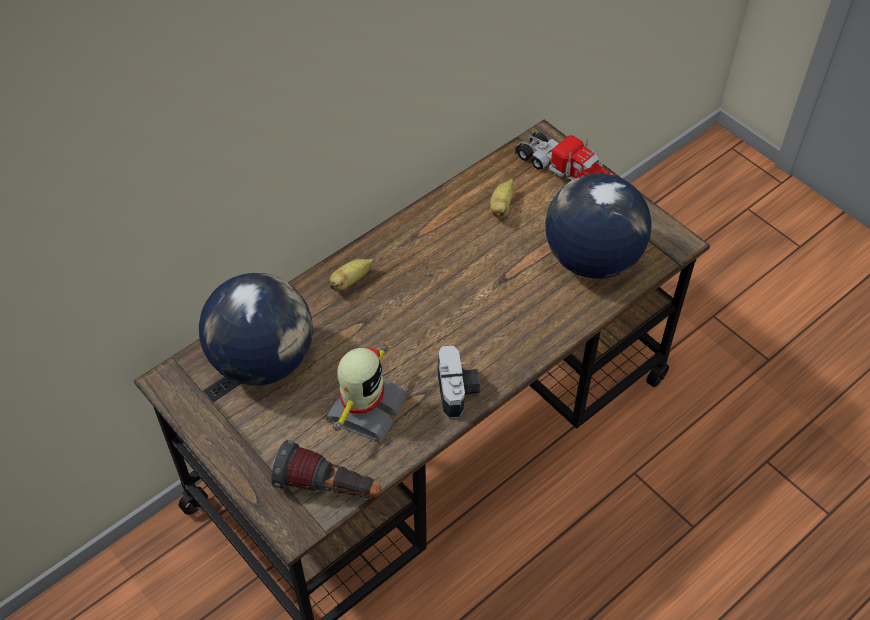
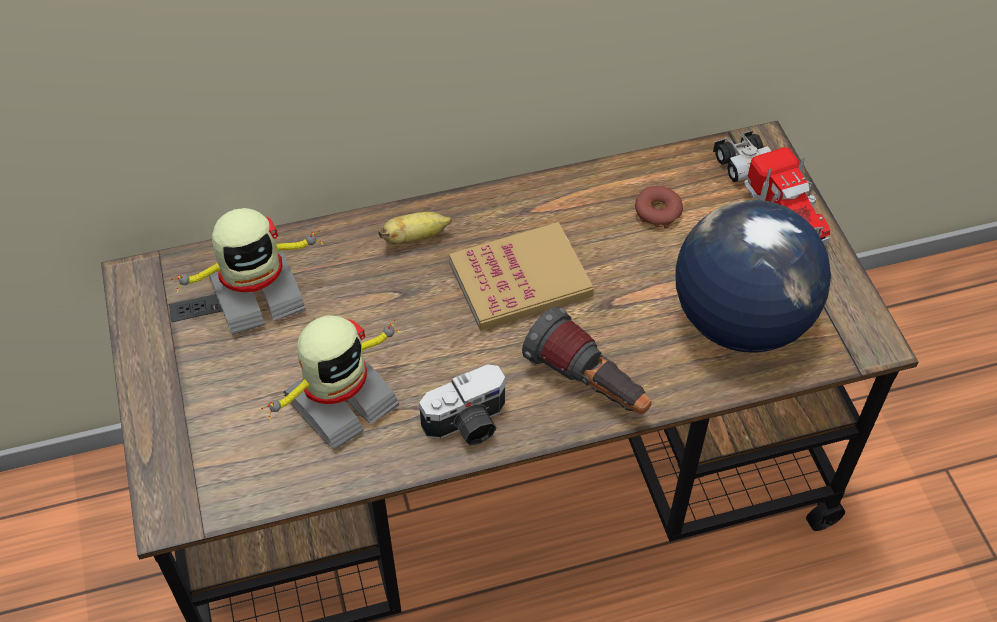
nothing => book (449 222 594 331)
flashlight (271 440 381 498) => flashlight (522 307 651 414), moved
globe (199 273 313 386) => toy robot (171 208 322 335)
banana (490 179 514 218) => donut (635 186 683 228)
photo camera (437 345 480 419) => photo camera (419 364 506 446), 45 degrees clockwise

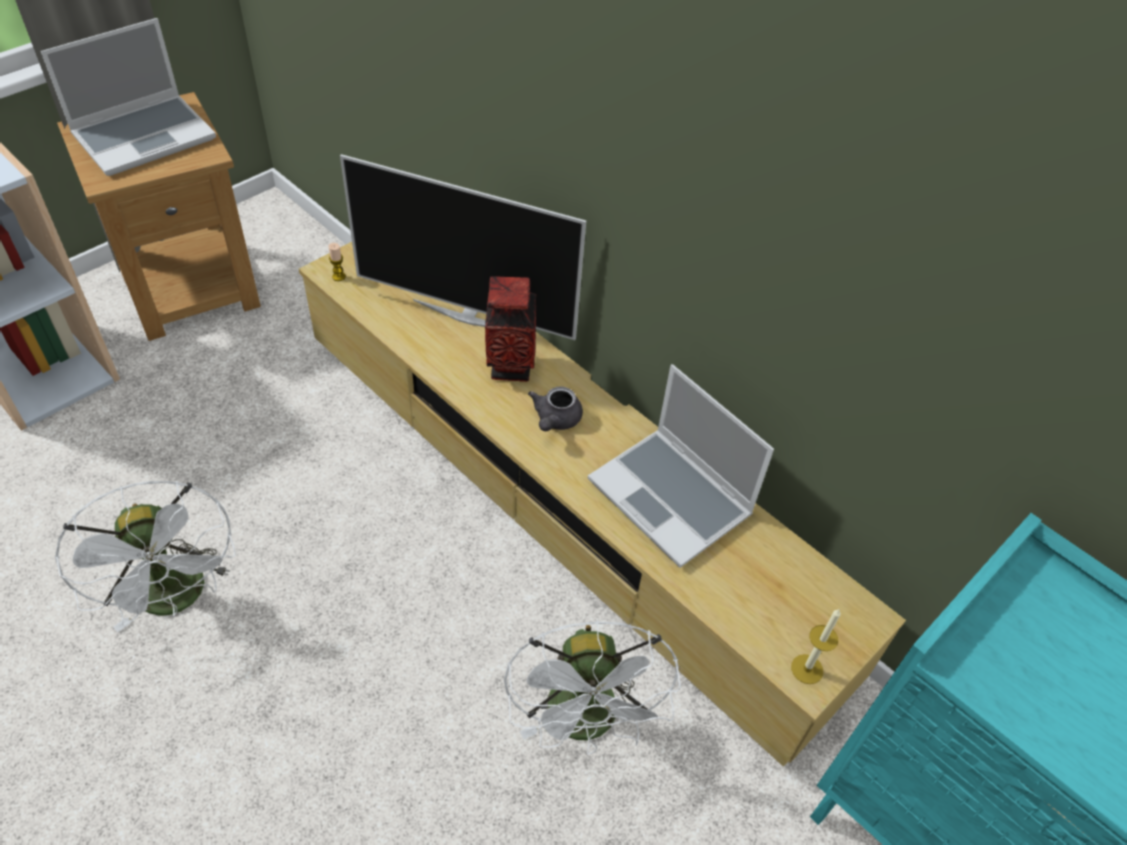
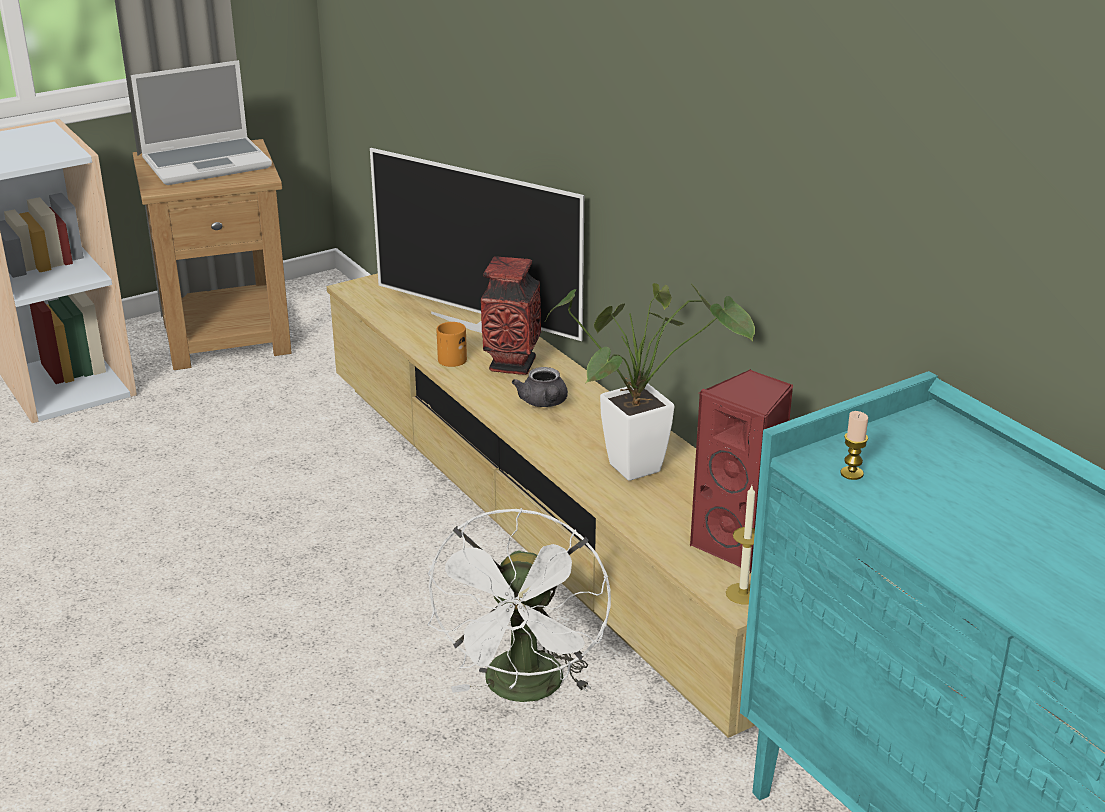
white fan (55 481 236 632) => nothing
nothing => orange mug (437 322 467 367)
nothing => red speaker (690 369 793 573)
candle (329 243 346 281) => candle (840 411 868 480), moved
laptop (588 364 774 568) => potted plant (544 283 755 481)
grey teapot (528 387 583 431) => grey teapot (512 367 568 407), 45 degrees counterclockwise

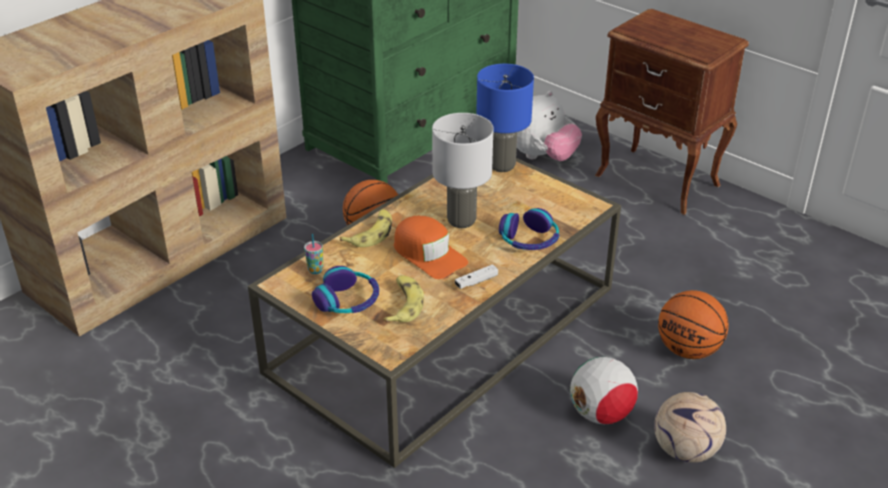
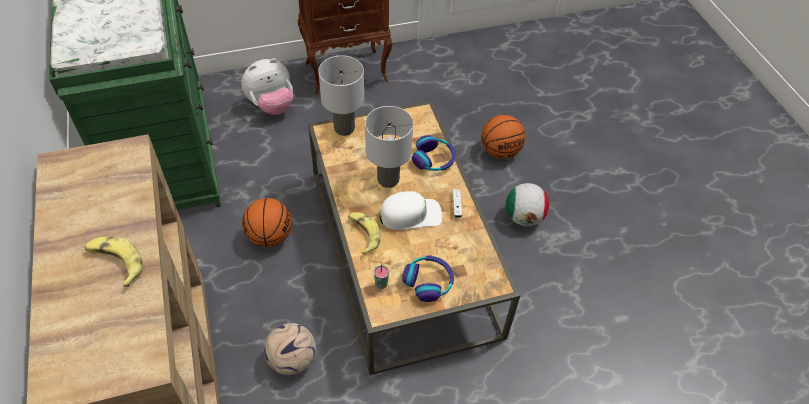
banana (383 275 424 323) => banana (85 237 143 287), moved
football (654 392 726 463) => football (264 323 316 375), moved
orange cap (394 216 468 279) => white cap (379 191 442 230)
blue table lamp (476 64 534 172) => white table lamp (318 55 364 136)
plush toy (517 91 582 161) => plush toy (241 58 293 115), 75 degrees clockwise

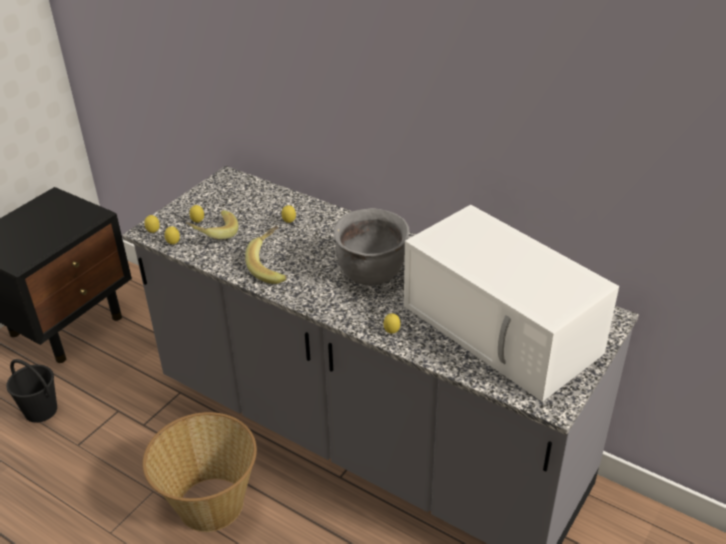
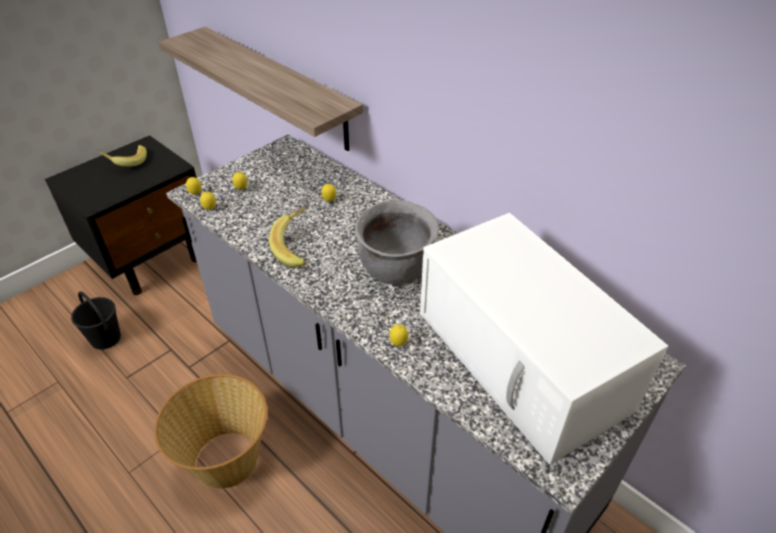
nothing => shelf (158 27 363 151)
banana (186 210 238 239) => banana (97 145 147 167), moved

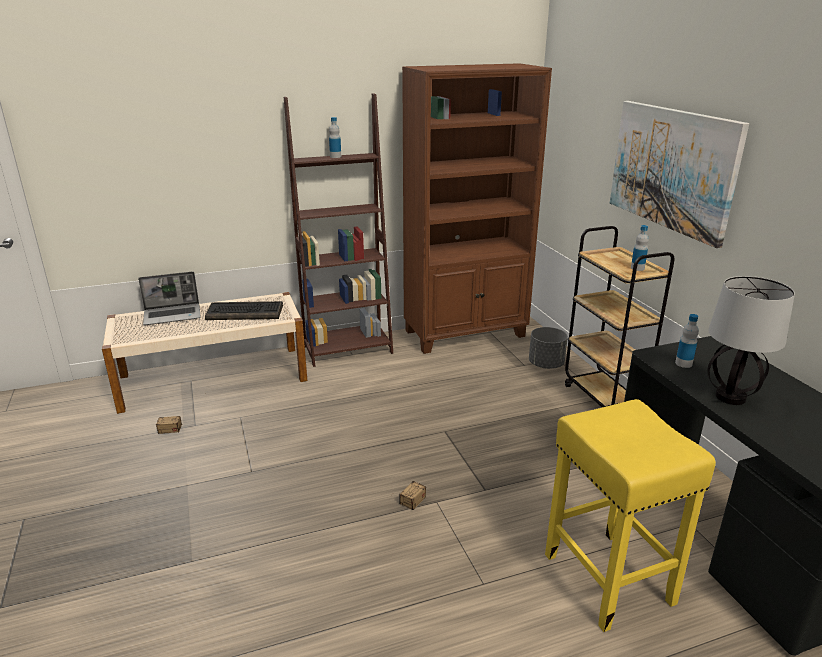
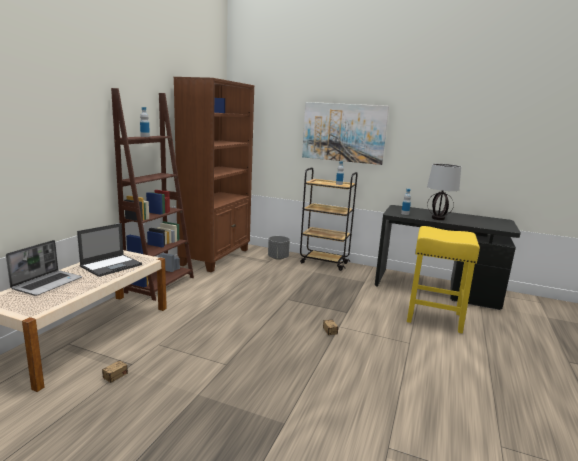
keyboard (205 301 283 320) => laptop (77 223 142 277)

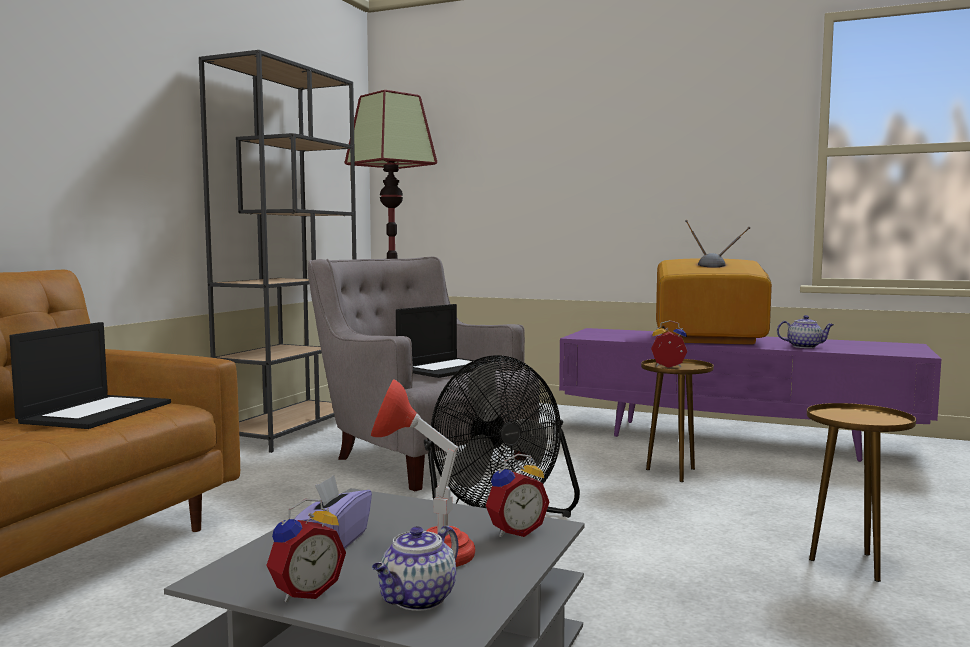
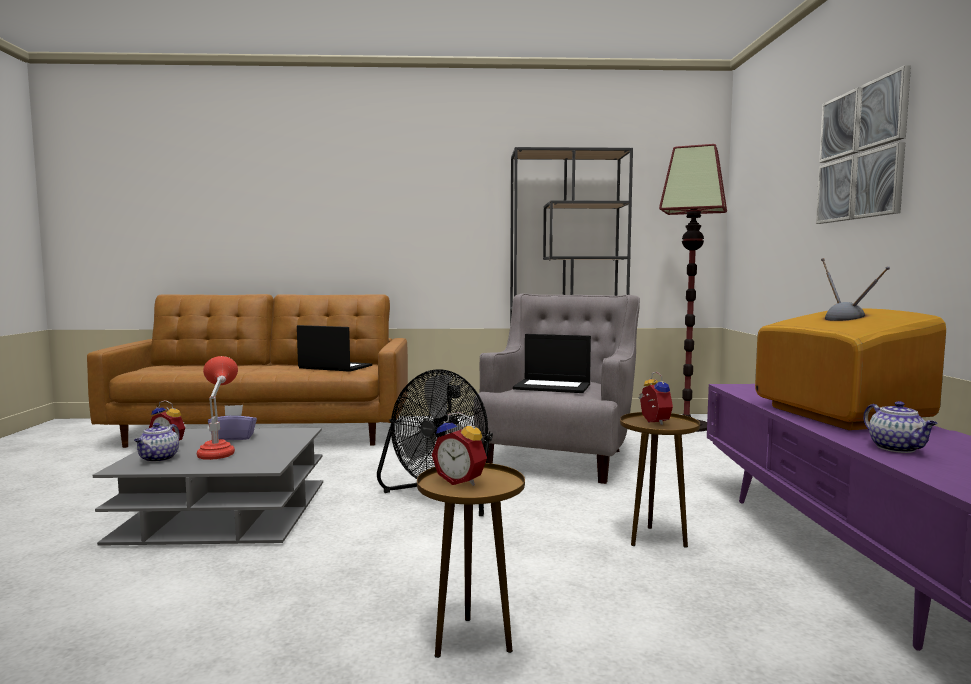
nothing => picture (816 65 911 224)
alarm clock (486 454 549 537) => alarm clock (432 412 487 486), moved
laptop (9 322 171 429) => laptop (297 325 372 372), 150 degrees counterclockwise
teapot (372 526 459 611) => teapot (134 423 180 462), 90 degrees counterclockwise

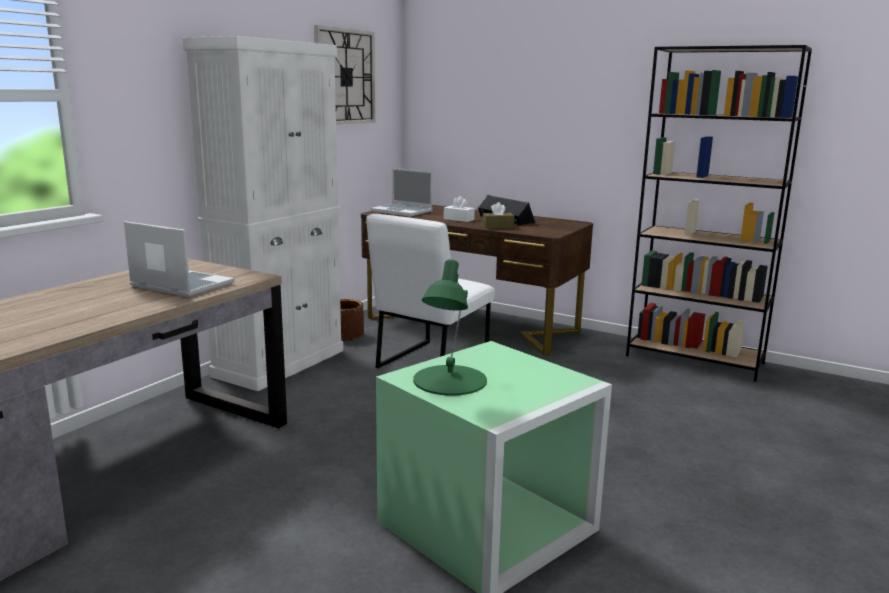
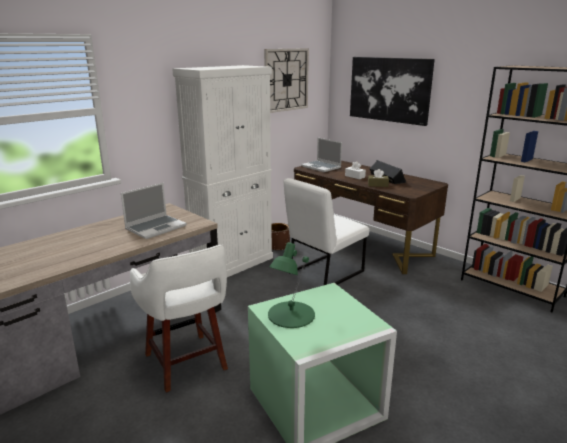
nothing => white stool (130 245 228 393)
nothing => picture (350 57 435 126)
laptop (124 221 234 297) => laptop (121 183 187 239), 90 degrees clockwise

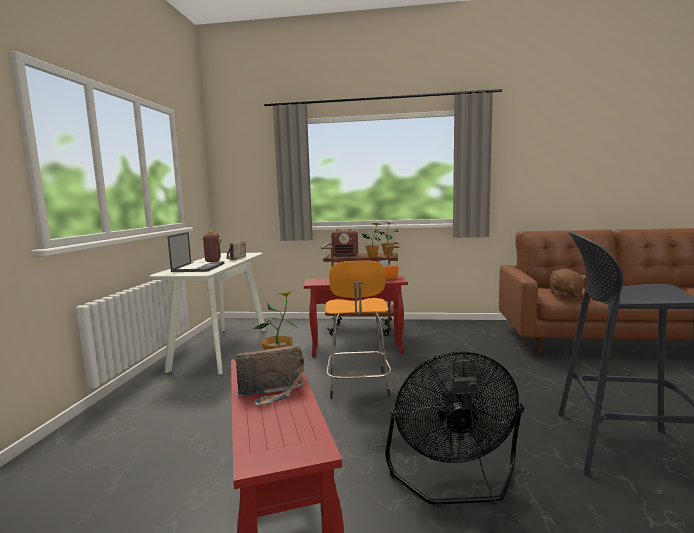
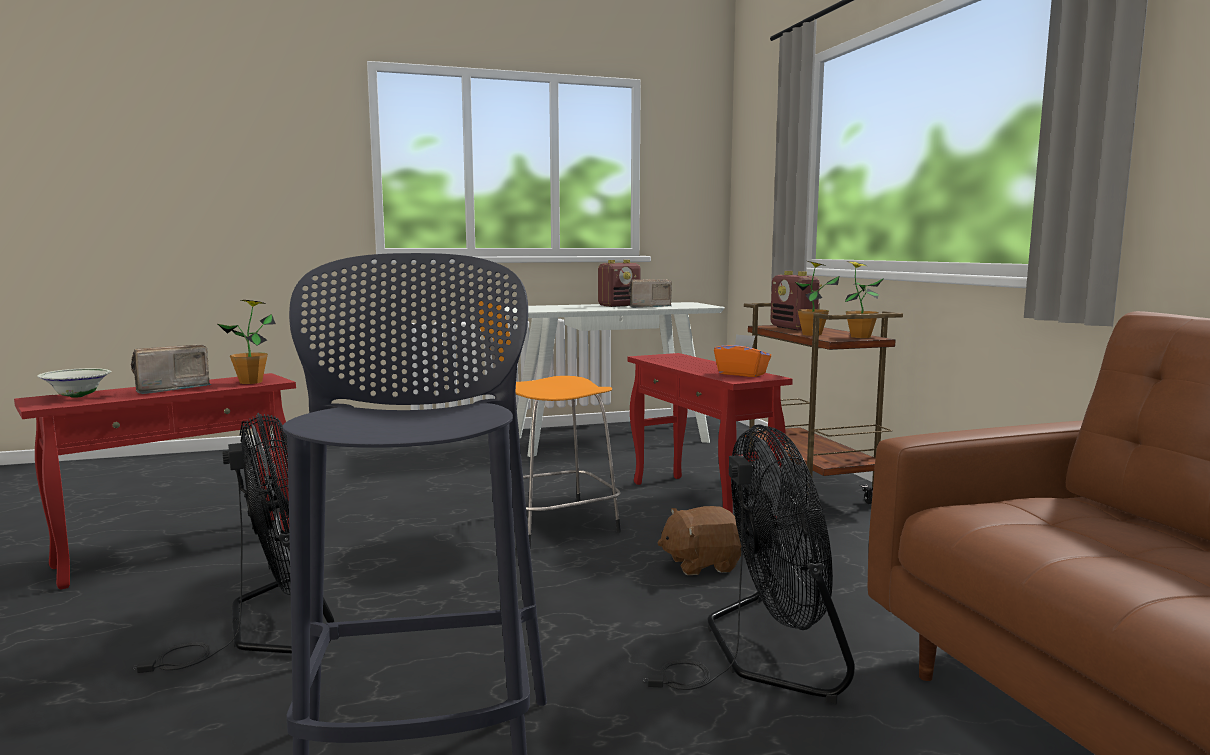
laptop (167 232 224 272) => nothing
nothing => white bowl (37 368 111 398)
nothing => black fan (643 424 855 704)
brown plush toy (549 269 587 298) => brown plush toy (658 506 741 575), moved
radio (235 346 304 405) => radio (131 345 212 394), 90 degrees clockwise

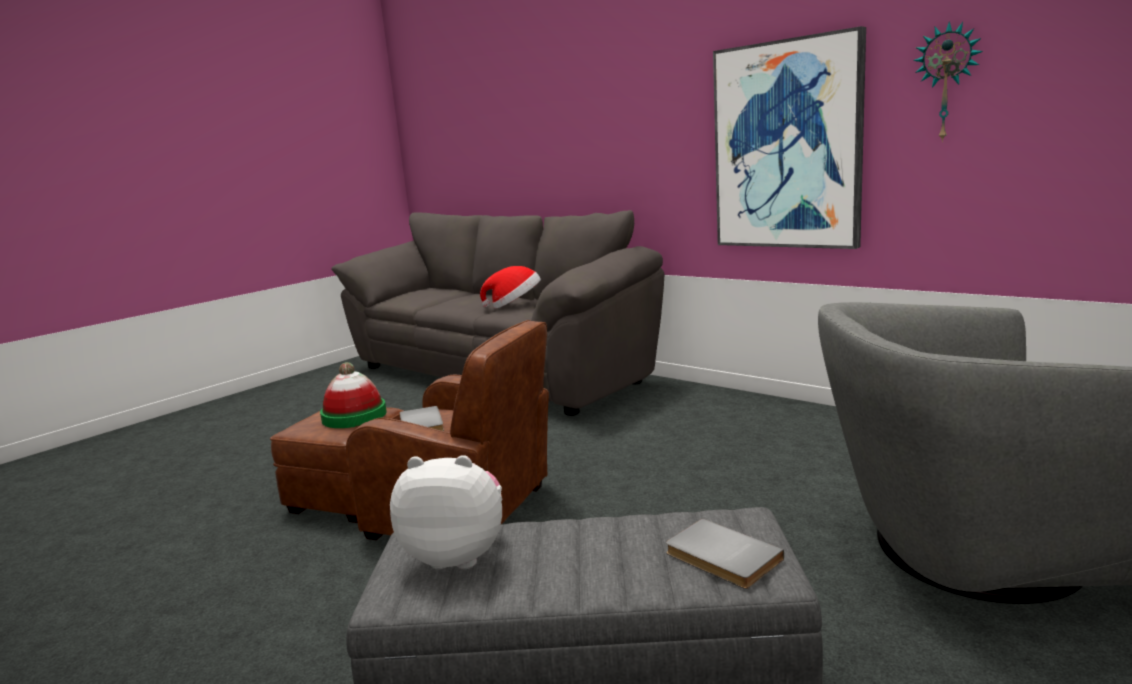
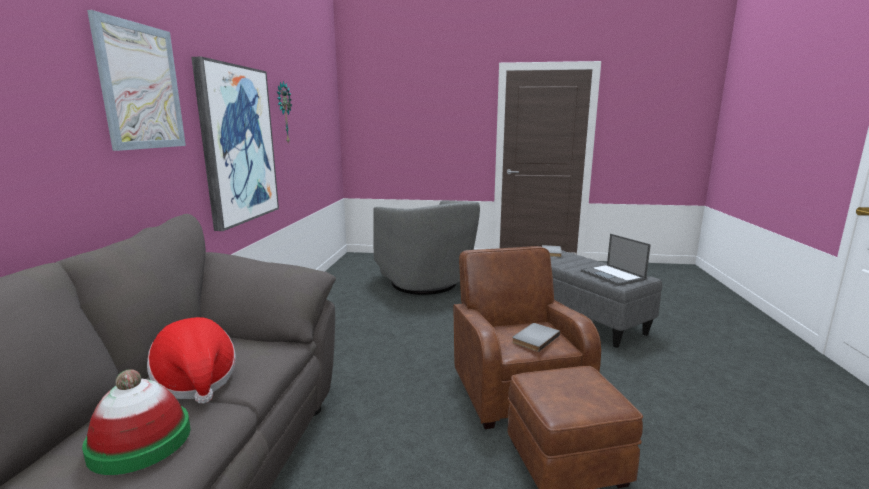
nothing => picture (87 10 186 151)
hat (320 362 387 428) => hat (82 369 191 475), moved
plush toy (390 455 502 569) => laptop (581 234 651 286)

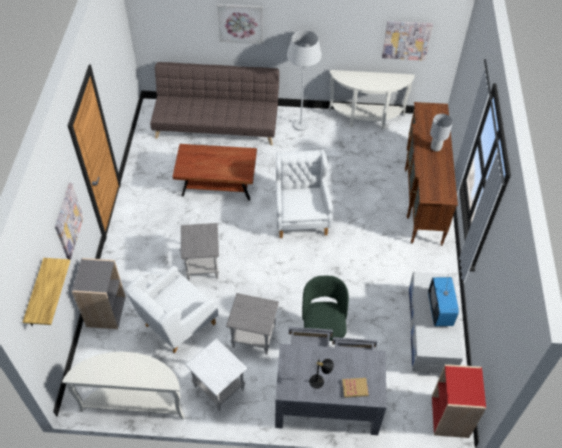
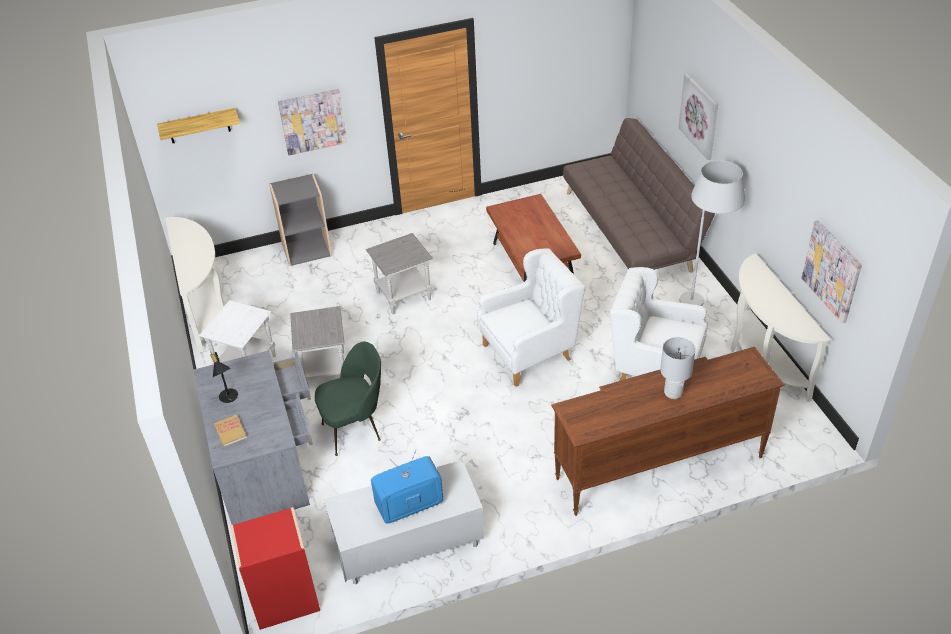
white armchair (125 266 218 353) => white armchair (610 267 708 381), moved

